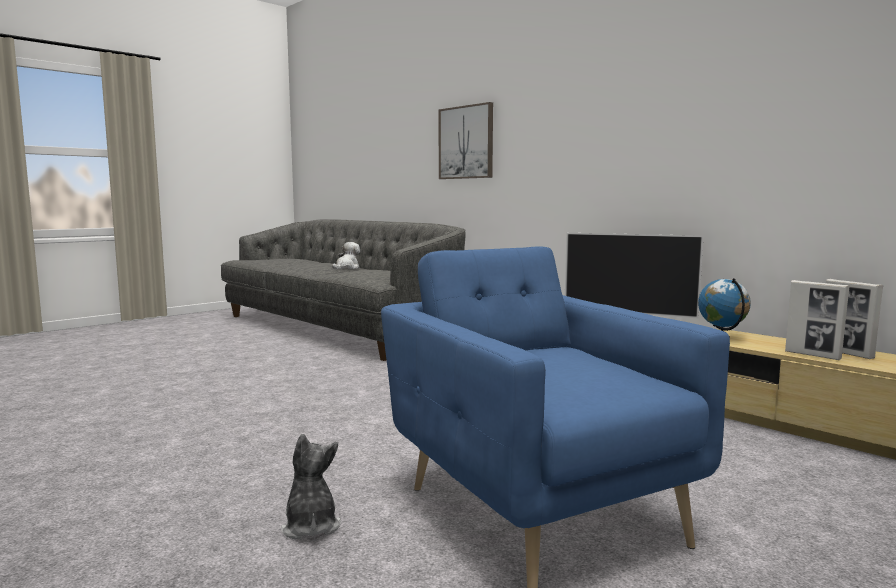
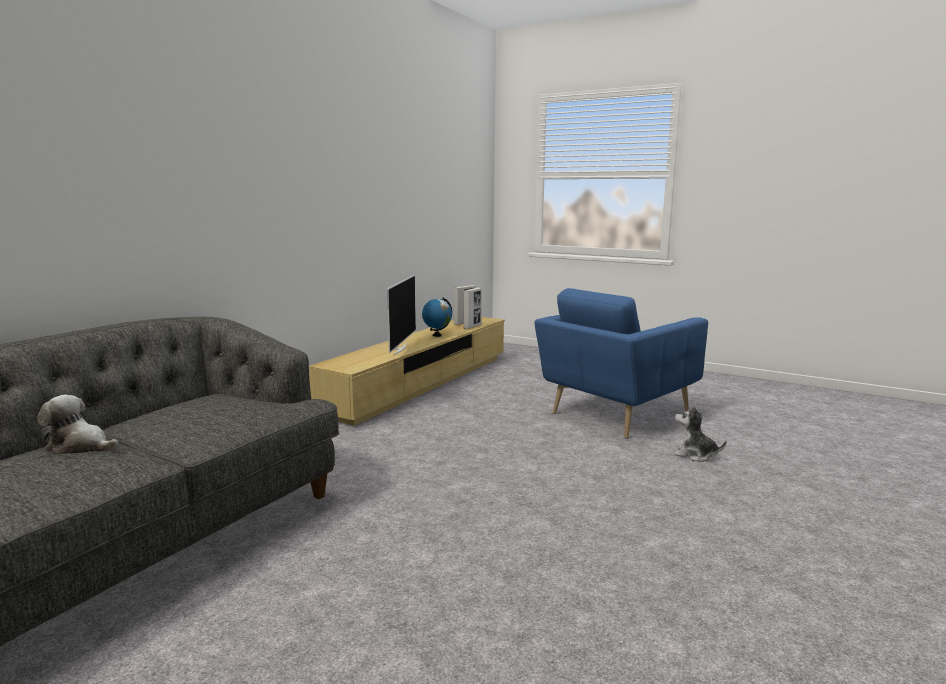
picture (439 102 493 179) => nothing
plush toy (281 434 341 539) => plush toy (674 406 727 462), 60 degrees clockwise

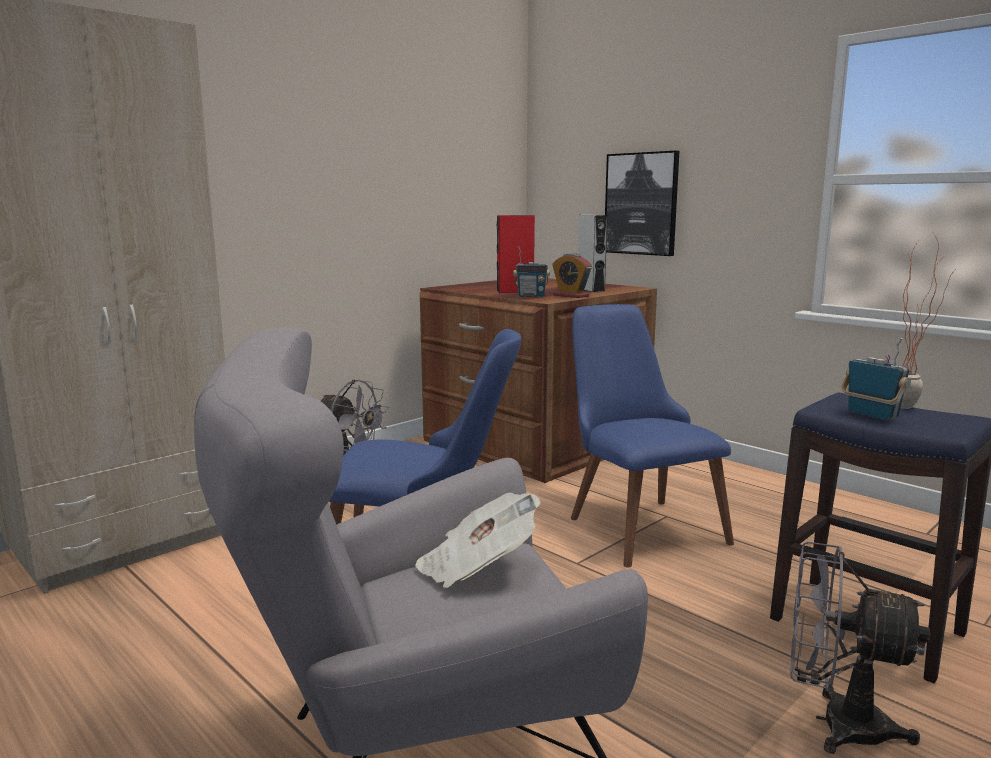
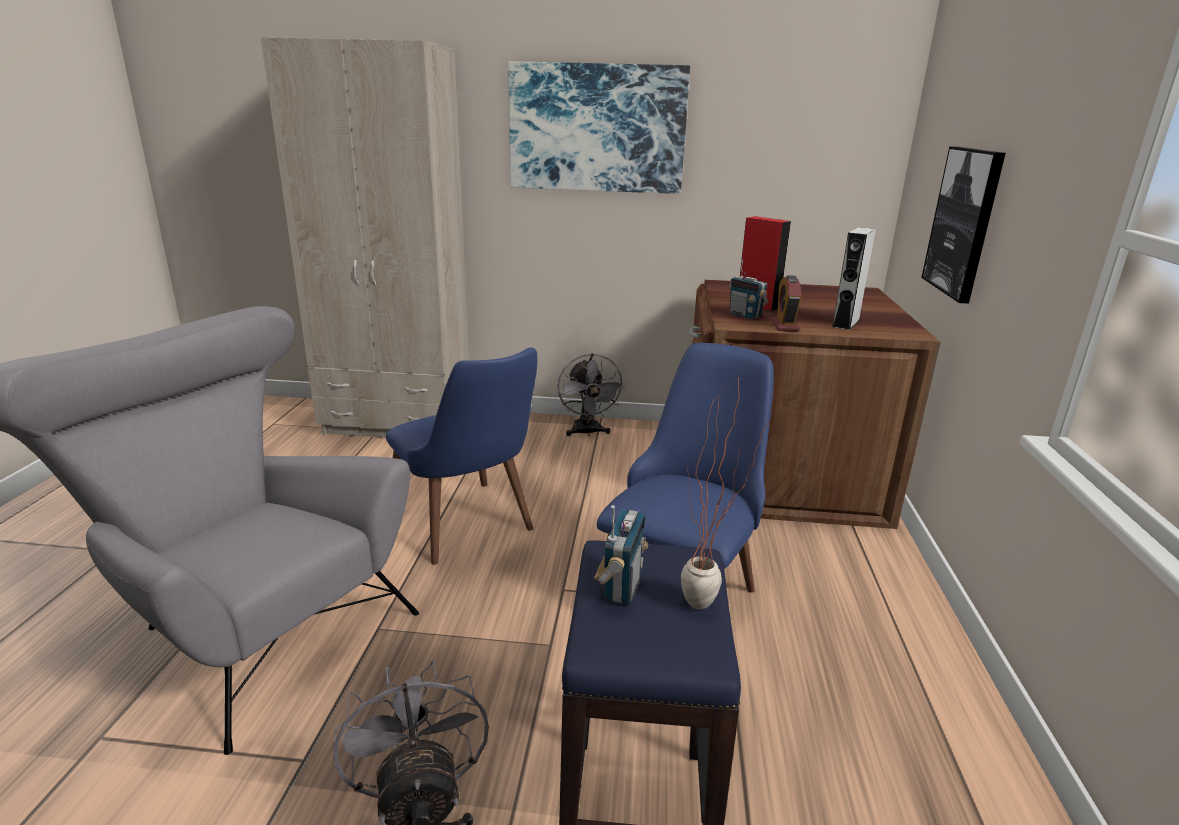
newspaper (415 492 541 588) => nothing
nothing => picture (508 61 690 194)

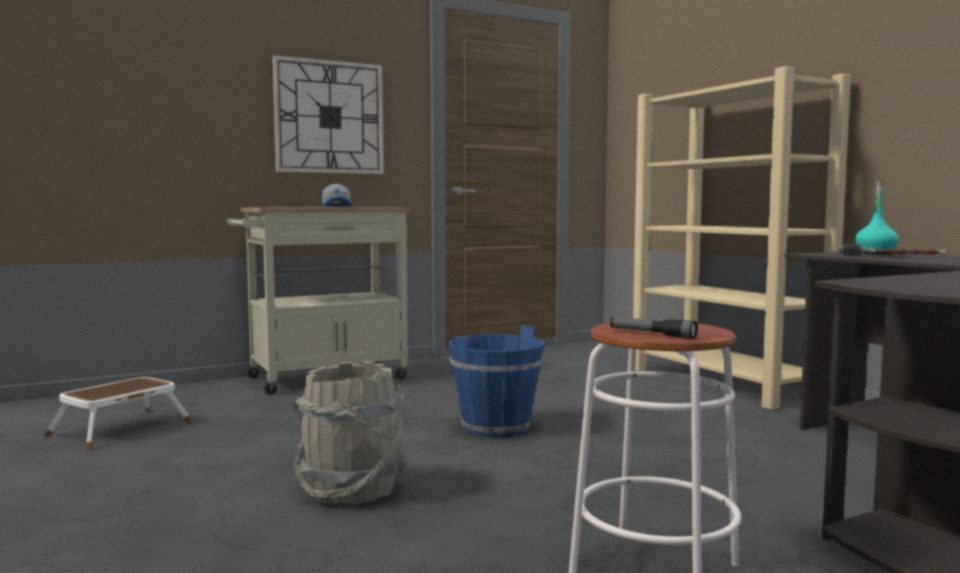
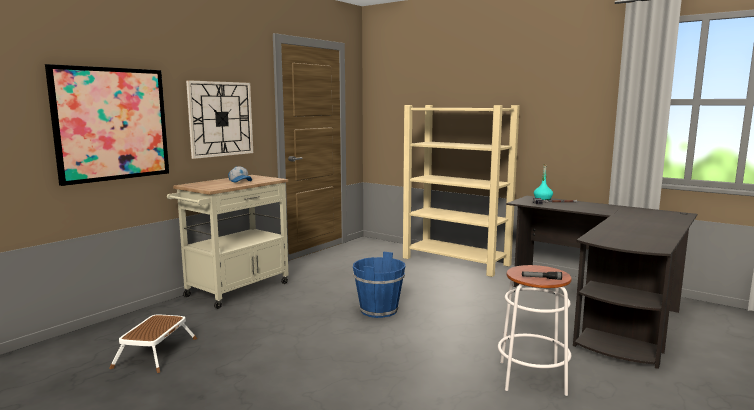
grey bucket (292 361 407 506) => nothing
nothing => picture (45 64 169 186)

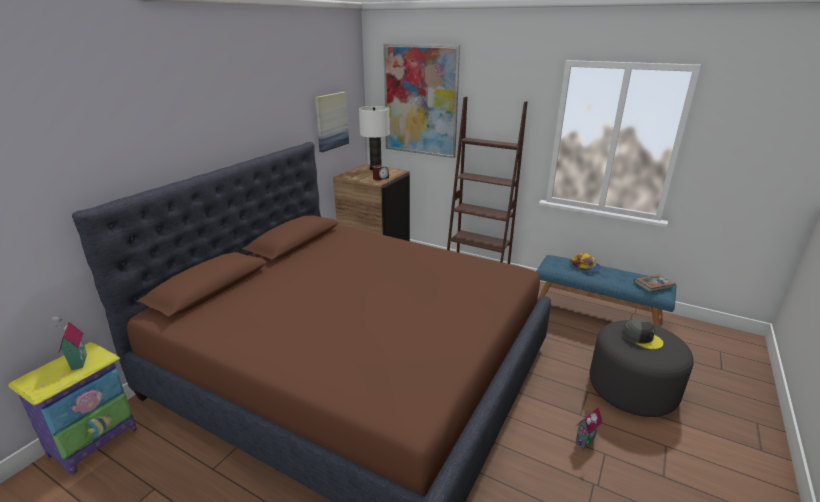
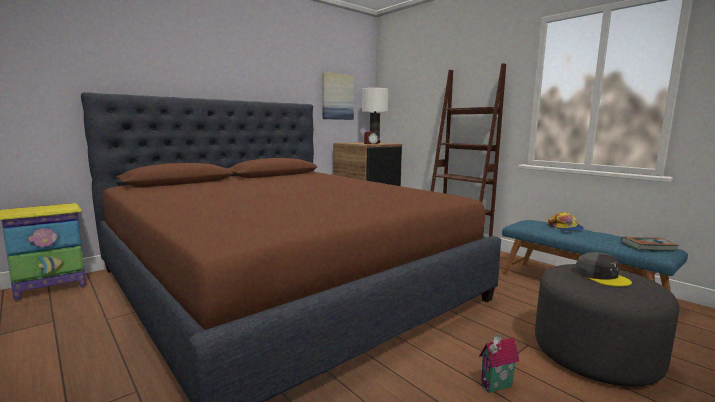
toy house (52 315 87 370) => nothing
picture (383 43 460 158) => nothing

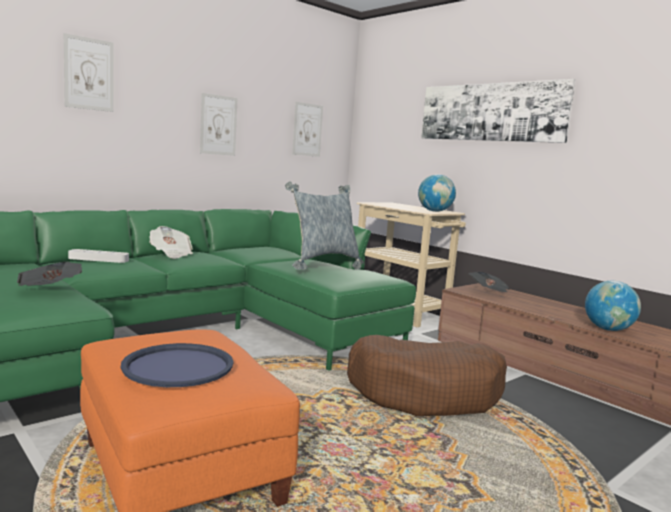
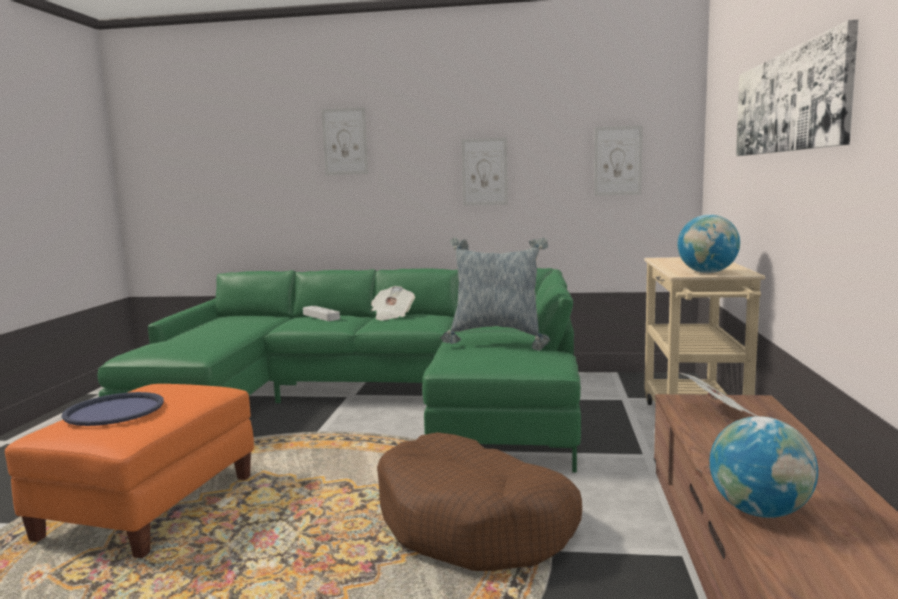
newspaper (17 262 82 286) => nothing

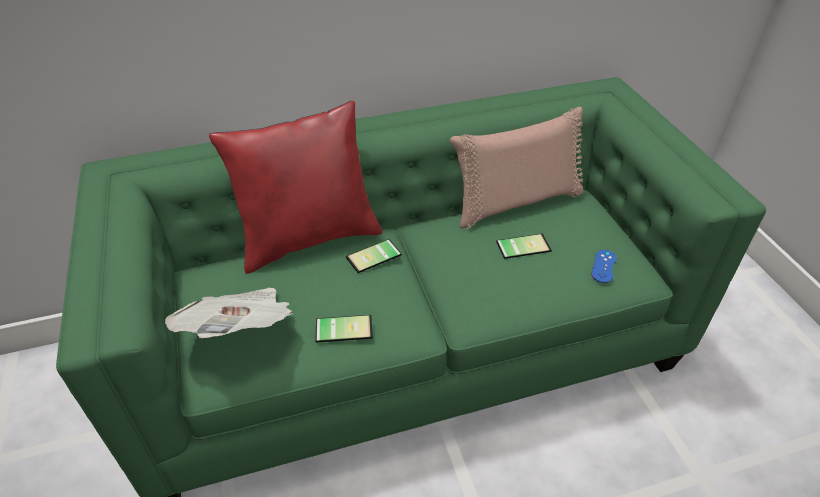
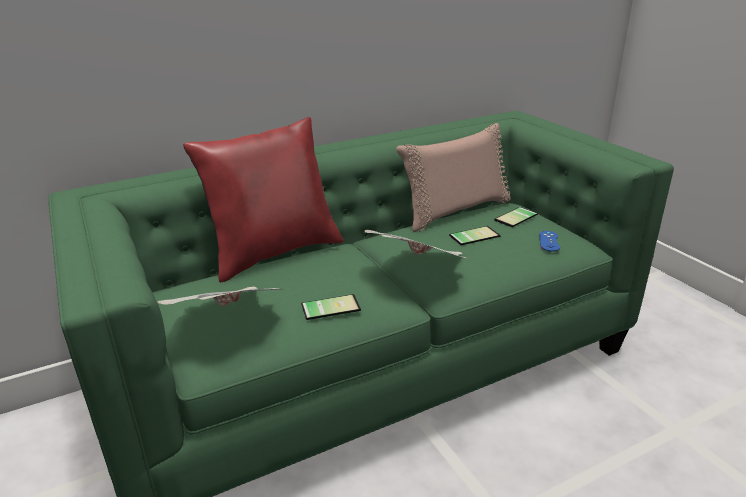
nothing => newspaper (364 230 466 258)
phone (346 239 402 273) => phone (494 207 538 227), moved

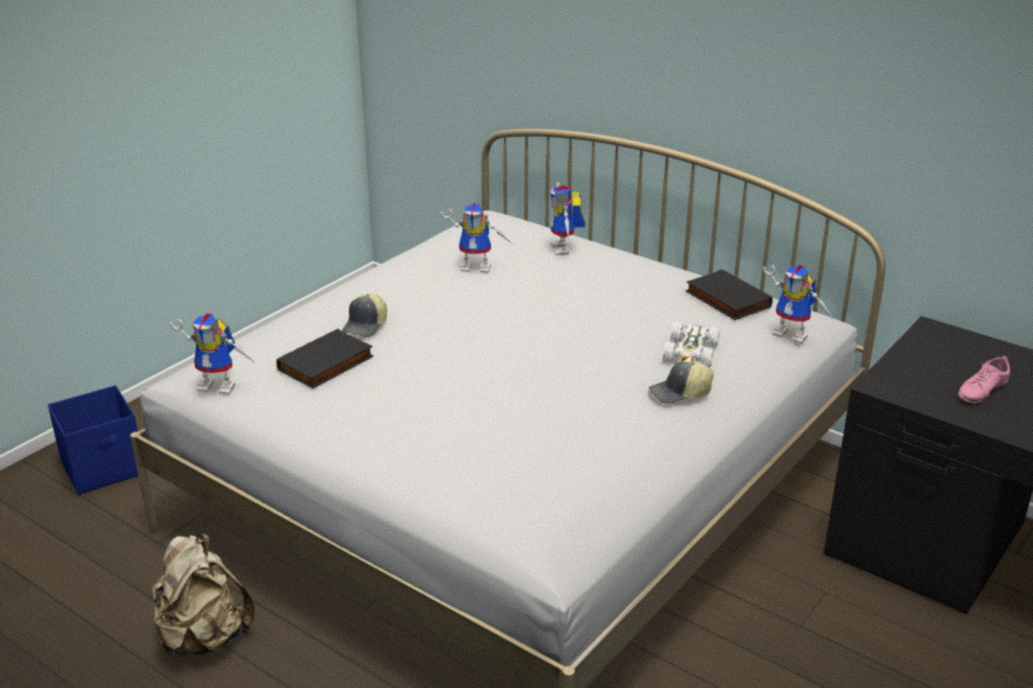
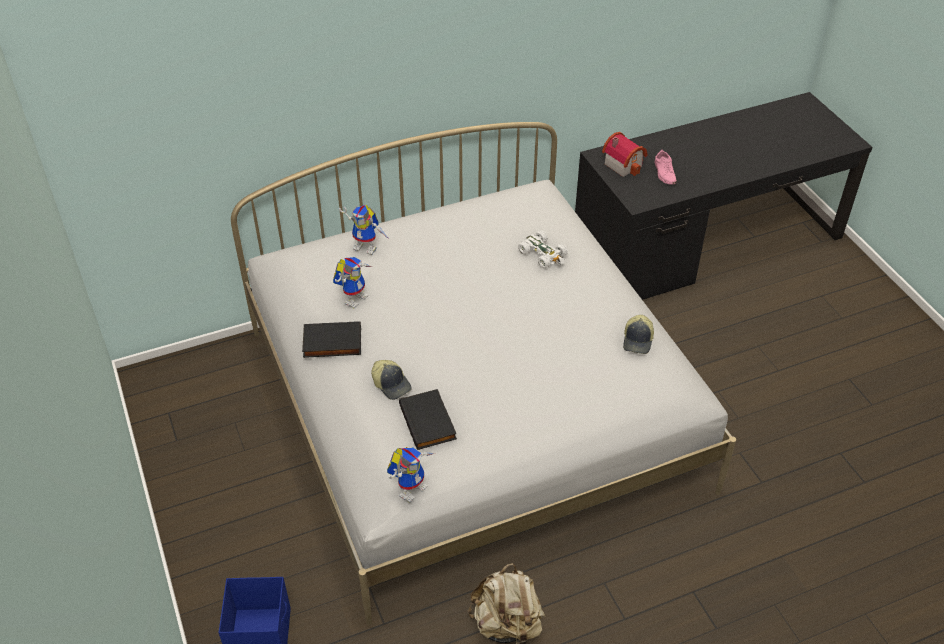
toy robot (763 265 834 344) => nothing
nothing => toy house (602 132 648 177)
cap (649 361 714 404) => cap (623 315 654 354), moved
black book (686 269 773 320) => black book (302 321 361 358), moved

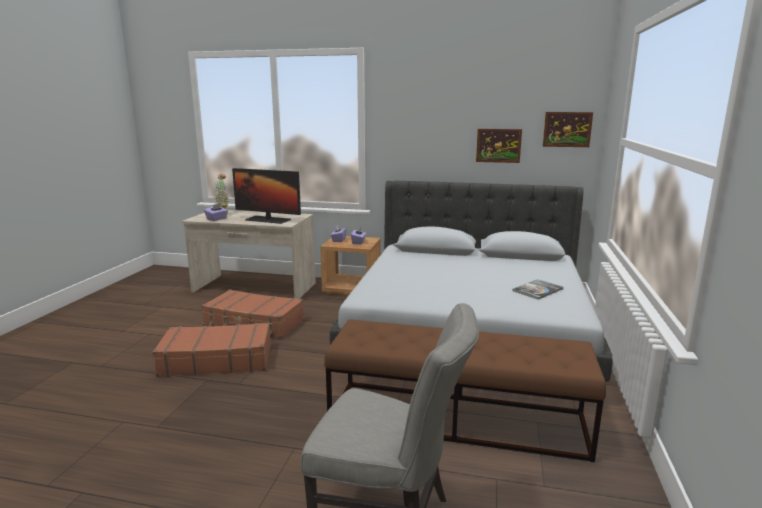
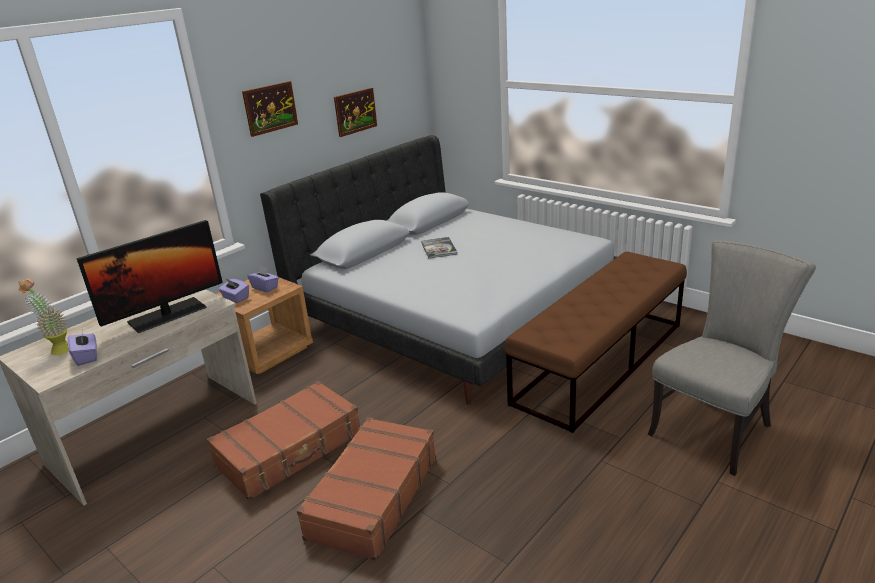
book (512 279 563 300) => book (421 237 458 259), moved
picture (543 112 593 147) => picture (242 81 298 137), moved

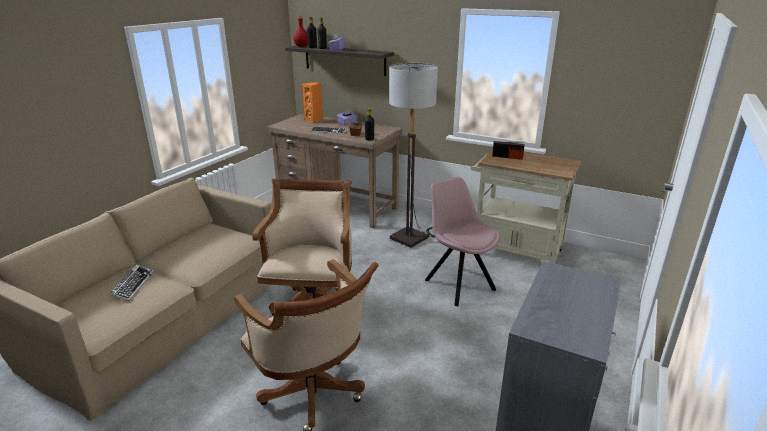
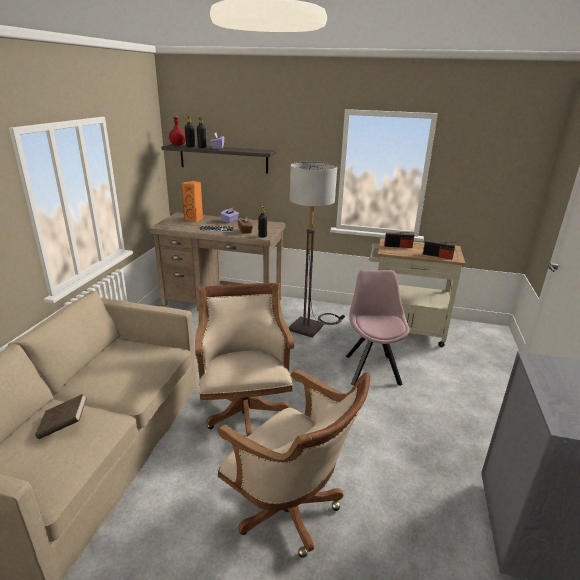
nothing => radio (423 240 455 259)
keyboard (109 265 154 301) => brown book (35 394 87 439)
pink chair (425 177 500 306) => pink chair (346 270 410 386), 45 degrees clockwise

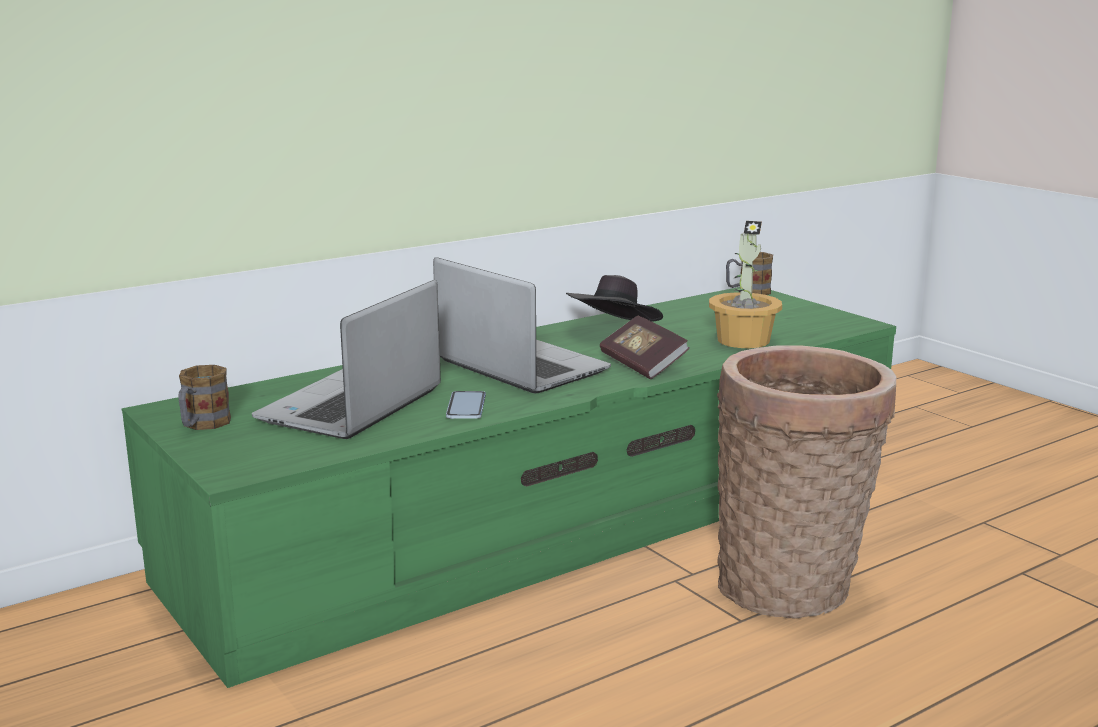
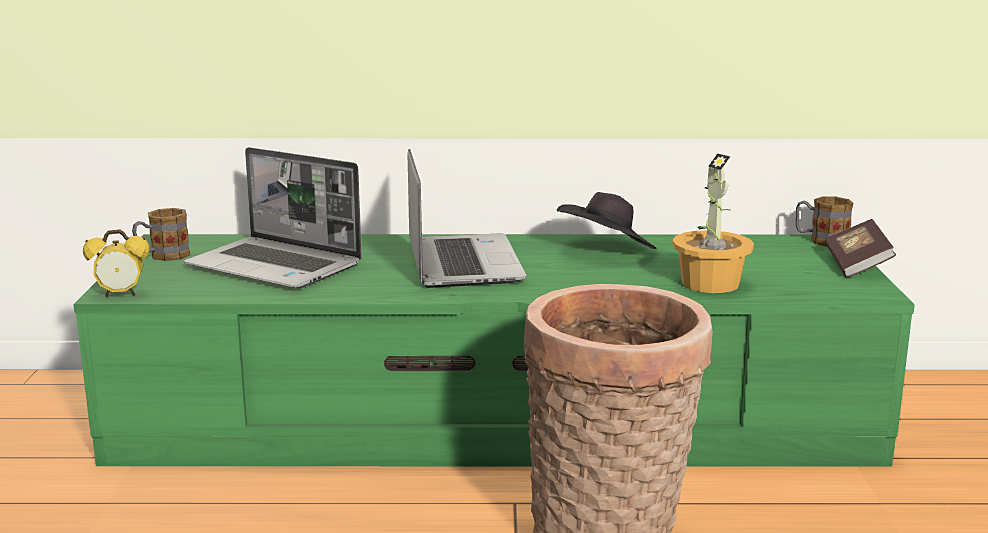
phone (446 391 486 419) => nothing
nothing => alarm clock (83 229 150 297)
book (600 316 689 379) => book (825 219 896 277), moved
laptop (252 280 441 439) => laptop (184 147 362 288), 120 degrees counterclockwise

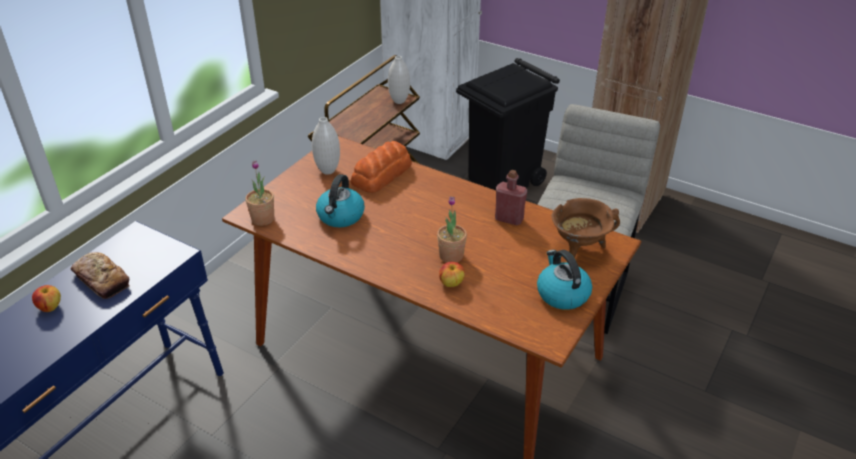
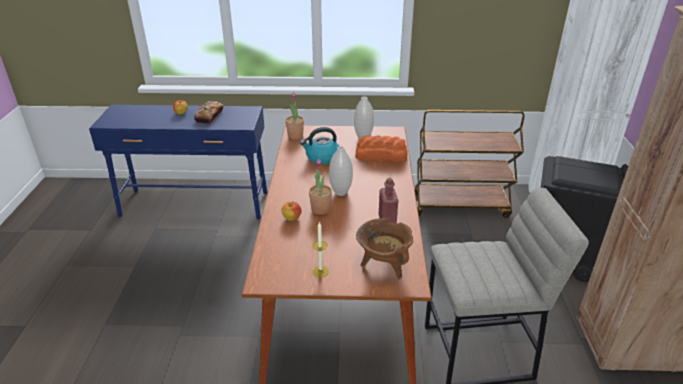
white vase (388 56 410 104) => white vase (329 146 353 196), moved
kettle (537 250 592 310) => candle (312 222 329 278)

